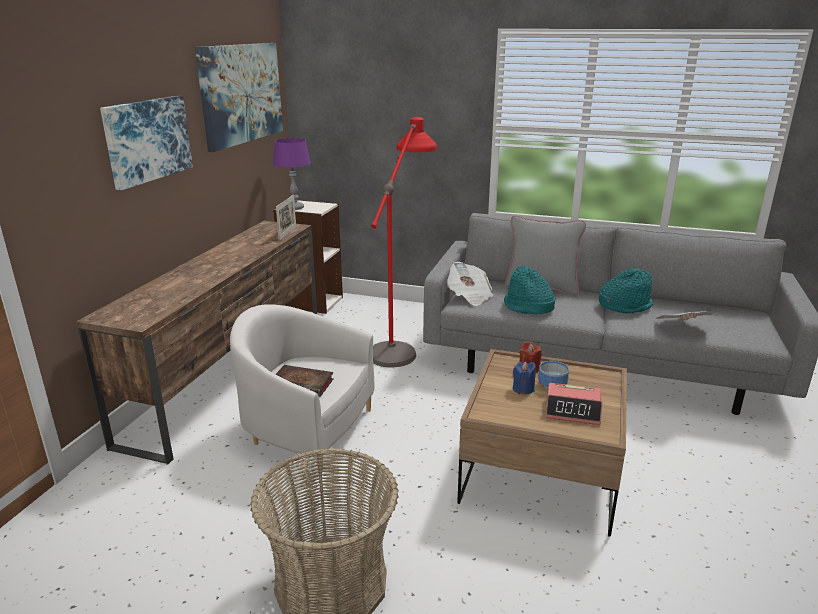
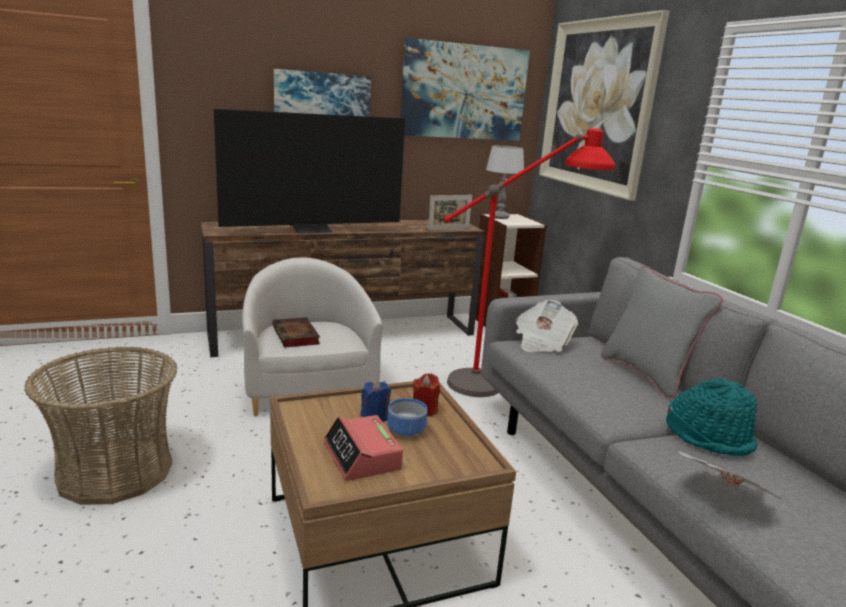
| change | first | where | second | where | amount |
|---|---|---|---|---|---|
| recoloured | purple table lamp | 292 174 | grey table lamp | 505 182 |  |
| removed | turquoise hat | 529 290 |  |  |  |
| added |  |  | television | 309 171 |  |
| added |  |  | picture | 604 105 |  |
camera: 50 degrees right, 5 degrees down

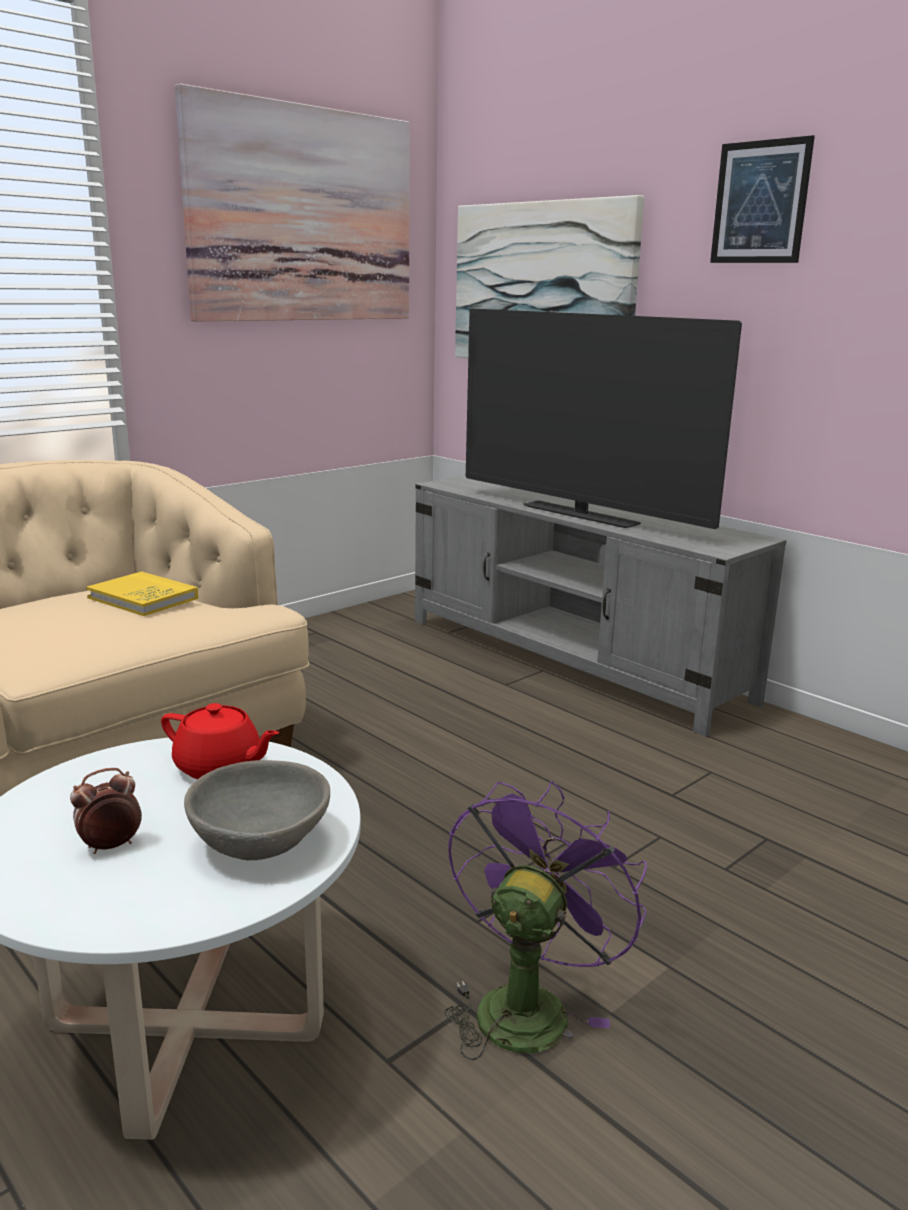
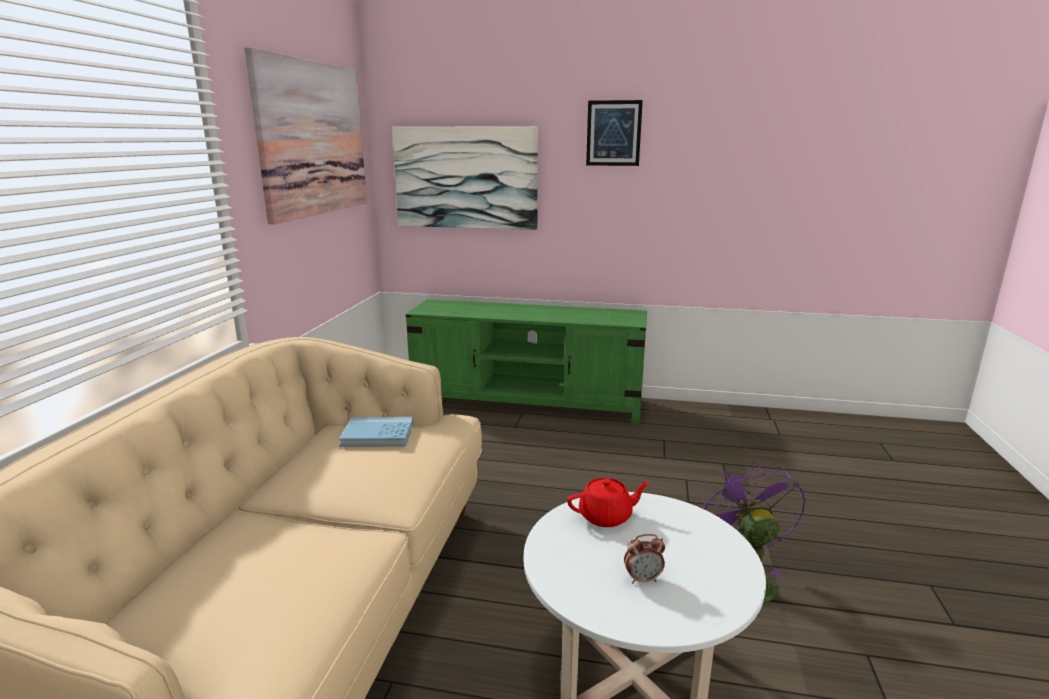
| change | first | where | second | where | amount |
|---|---|---|---|---|---|
| turned | alarm clock | 106 811 |  | 644 559 | 120 degrees counterclockwise |
| recoloured | yellow book | 142 593 | blue book | 376 432 |  |
| removed | grey bowl | 257 810 |  |  |  |
| recoloured | grey tv stand | 601 606 | green tv stand | 526 361 |  |
| removed | television | 604 419 |  |  |  |
camera: 35 degrees left, 0 degrees up

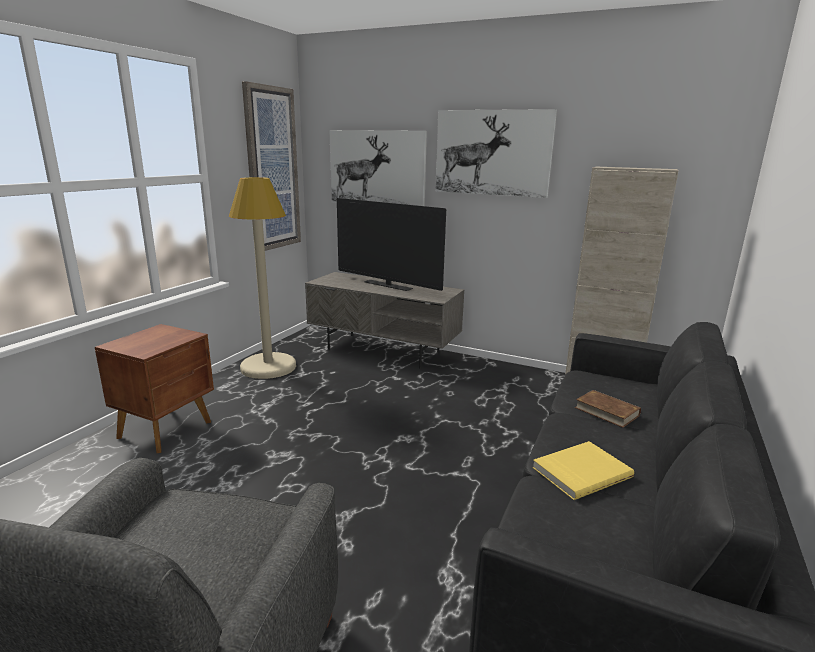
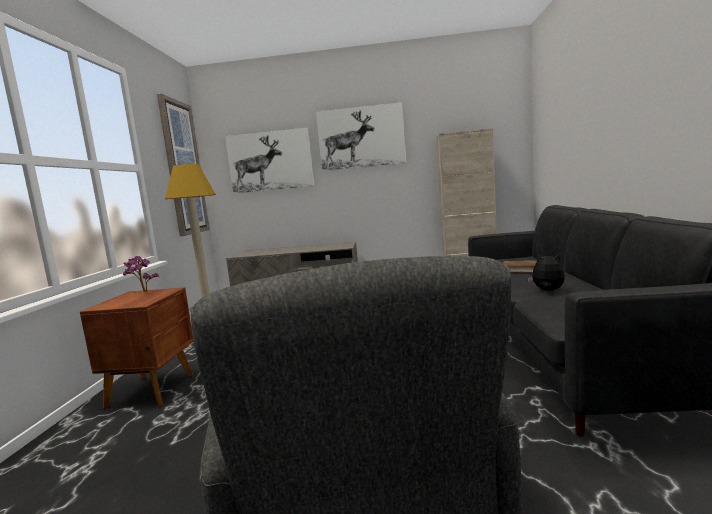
| change | first | where | second | where | amount |
|---|---|---|---|---|---|
| removed | television | 391 244 |  |  |  |
| replaced | yellow book | 583 470 | plush toy | 546 272 |  |
| added |  |  | potted plant | 141 274 |  |
camera: 20 degrees left, 10 degrees down

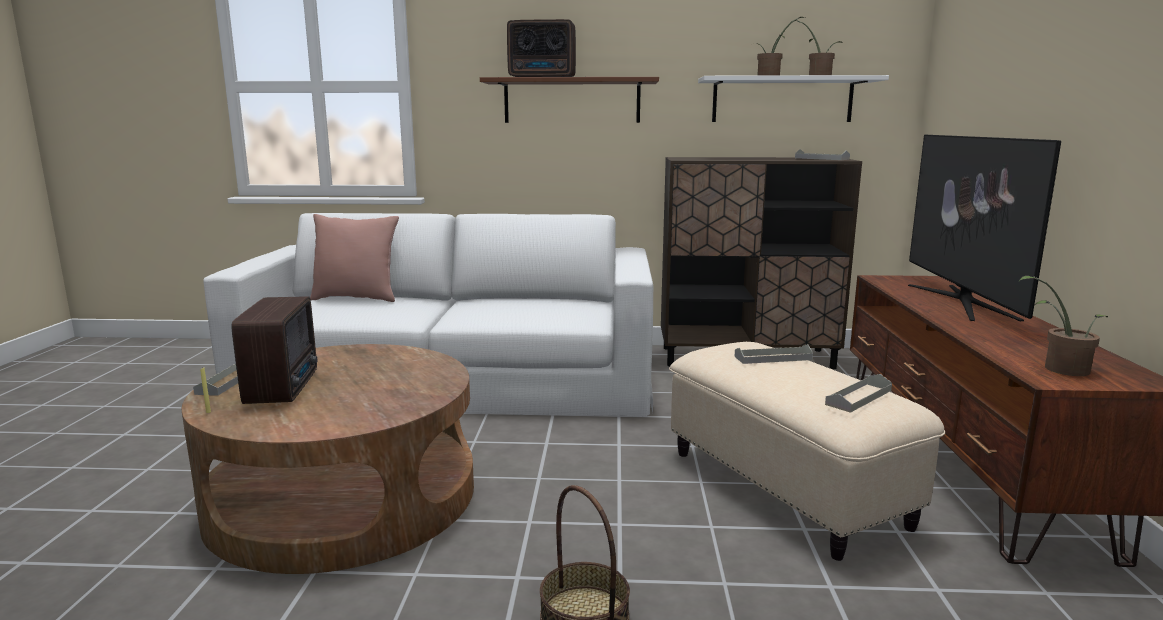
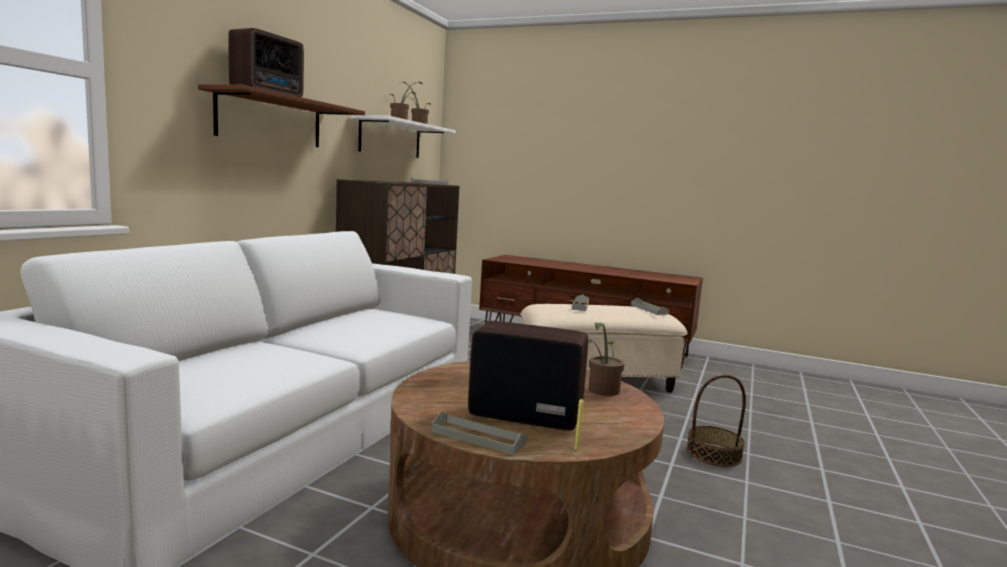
| change | first | where | second | where | amount |
|---|---|---|---|---|---|
| removed | pink pillow | 354 258 |  |  |  |
| removed | television | 984 228 |  |  |  |
| moved | potted plant | 1063 326 |  | 606 359 |  |
camera: 70 degrees left, 5 degrees down

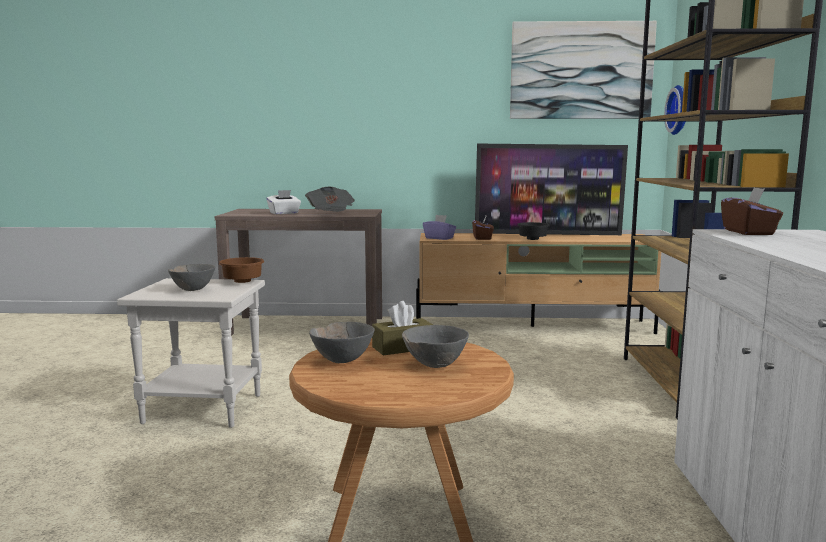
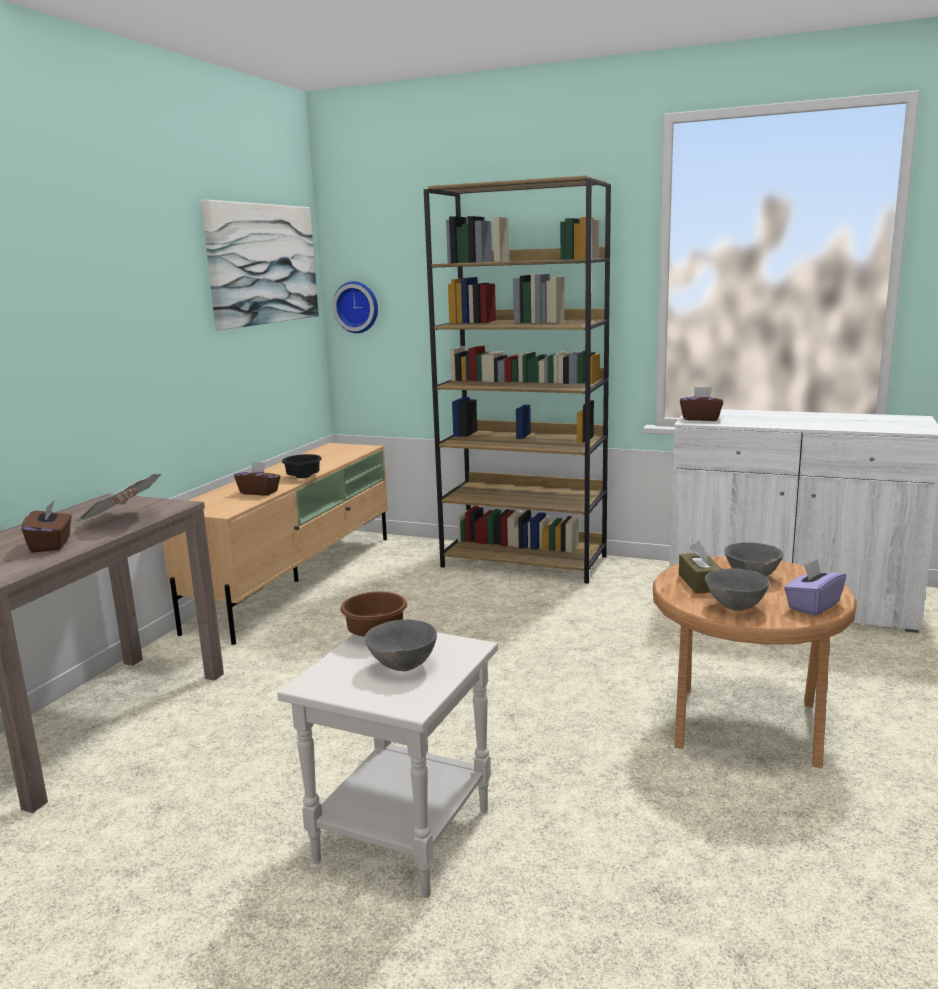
| change | first | where | second | where | amount |
|---|---|---|---|---|---|
| recoloured | white tissue box | 284 202 | brown tissue box | 47 527 |  |
| moved | purple tissue box | 439 227 |  | 815 587 |  |
| removed | television | 551 189 |  |  |  |
camera: 70 degrees left, 5 degrees up

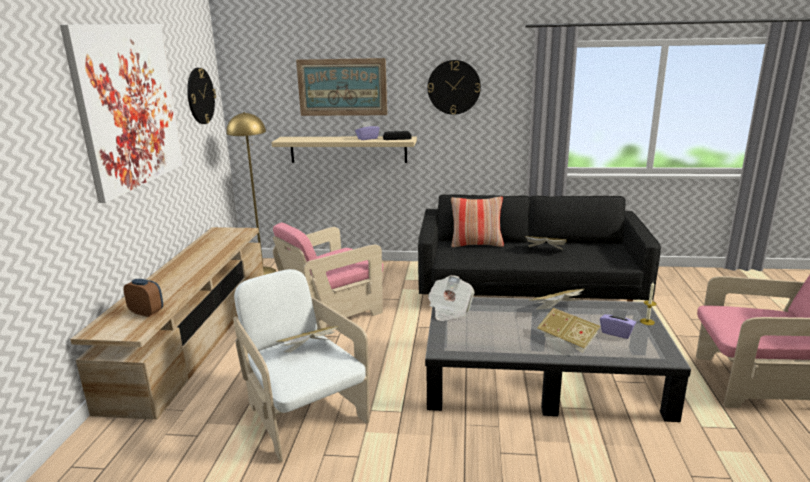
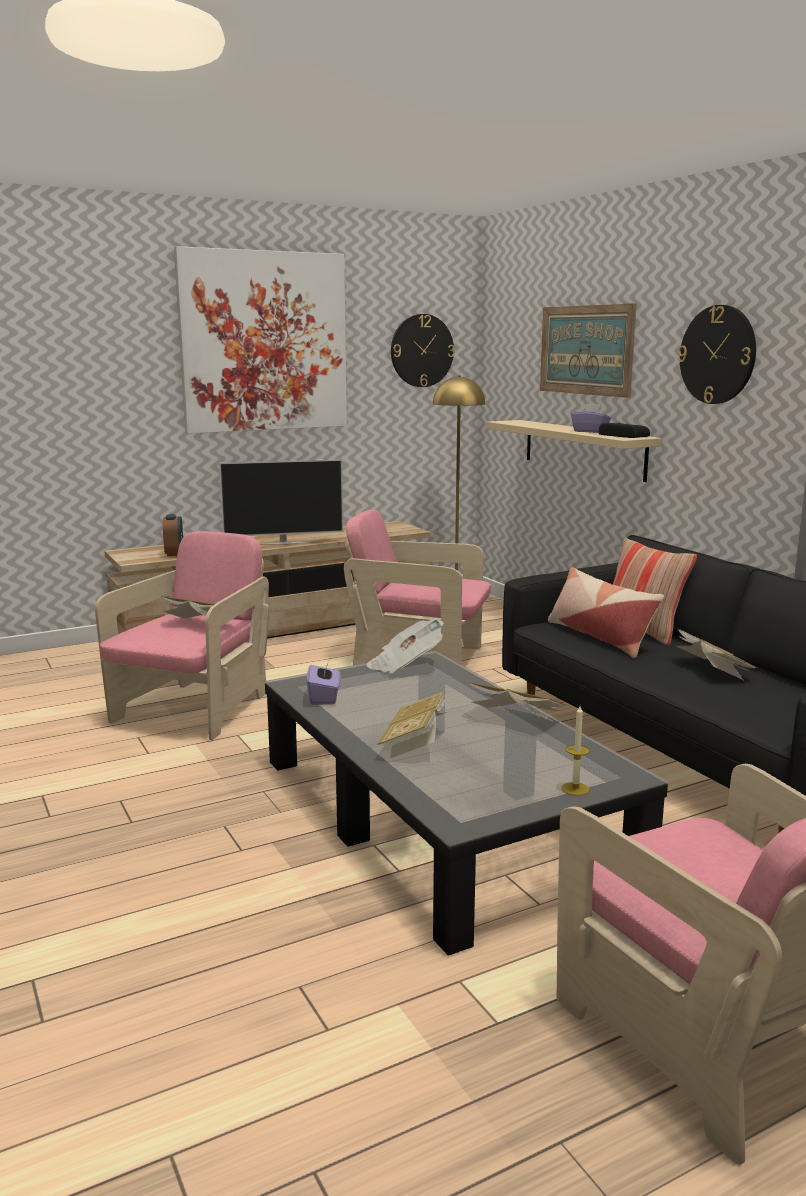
| change | first | where | second | where | amount |
|---|---|---|---|---|---|
| recoloured | white armchair | 301 365 | pink armchair | 182 635 |  |
| moved | purple tissue box | 618 323 |  | 323 683 |  |
| added |  |  | television | 281 502 |  |
| added |  |  | pillow | 606 612 |  |
camera: 55 degrees right, 5 degrees down

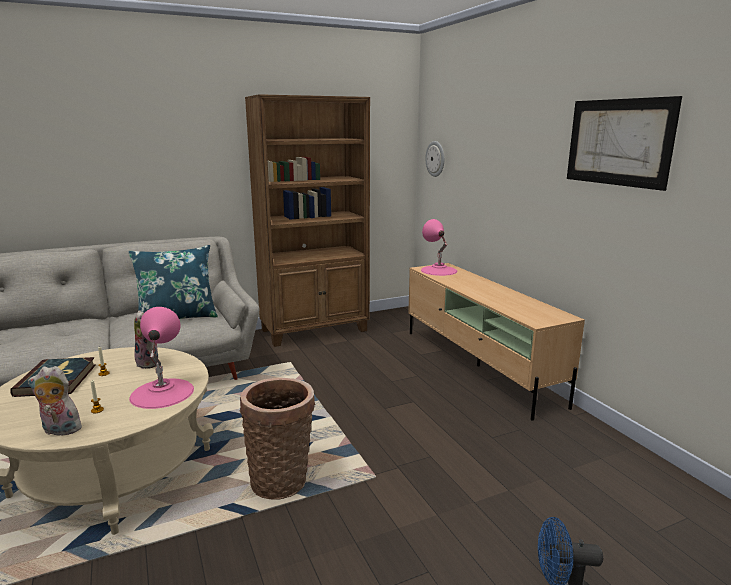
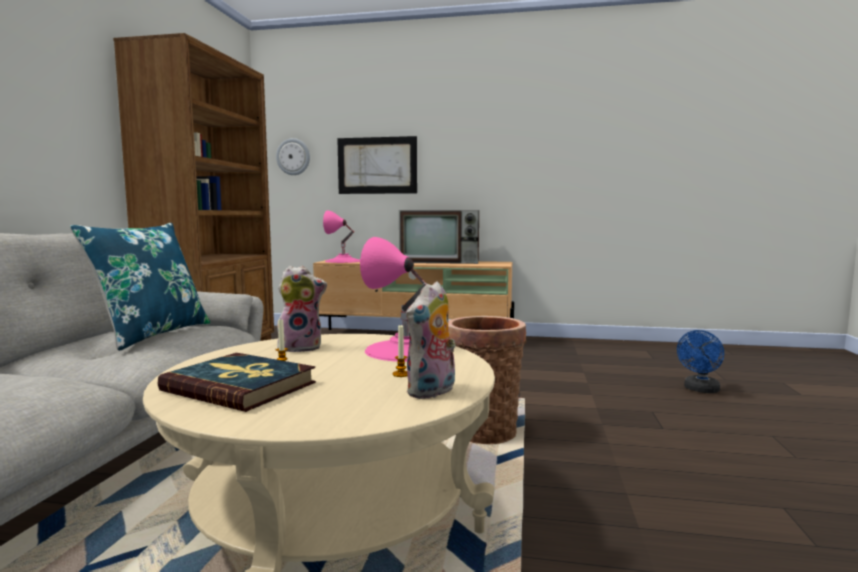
| change | first | where | second | where | amount |
|---|---|---|---|---|---|
| moved | picture | 624 143 |  | 377 165 |  |
| added |  |  | television | 439 237 |  |
camera: 55 degrees left, 10 degrees down

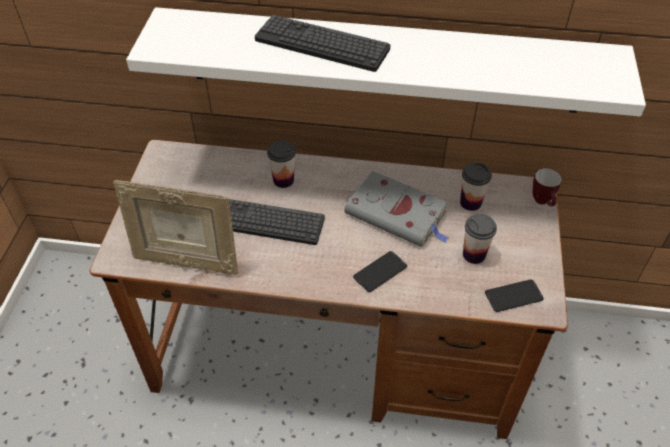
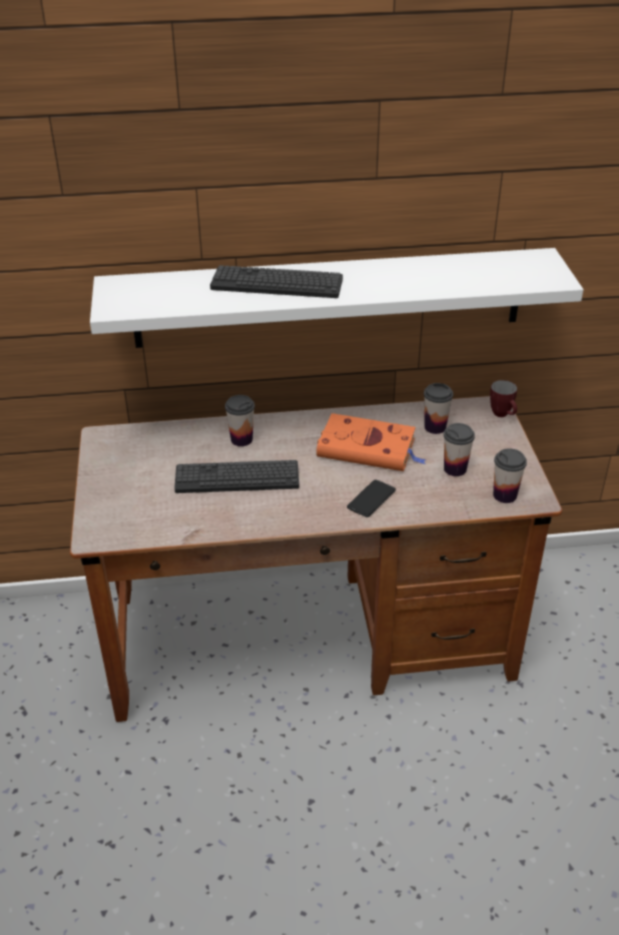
| change | first | where | second | where | amount |
|---|---|---|---|---|---|
| removed | picture frame | 175 227 |  |  |  |
| recoloured | grey book | 396 209 | orange book | 371 442 |  |
| replaced | phone | 514 295 | cup | 510 475 |  |
camera: 15 degrees left, 10 degrees down

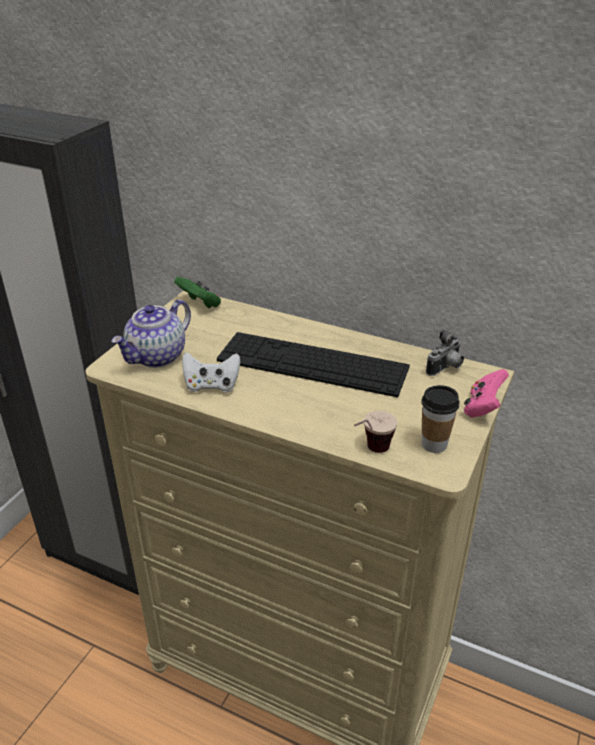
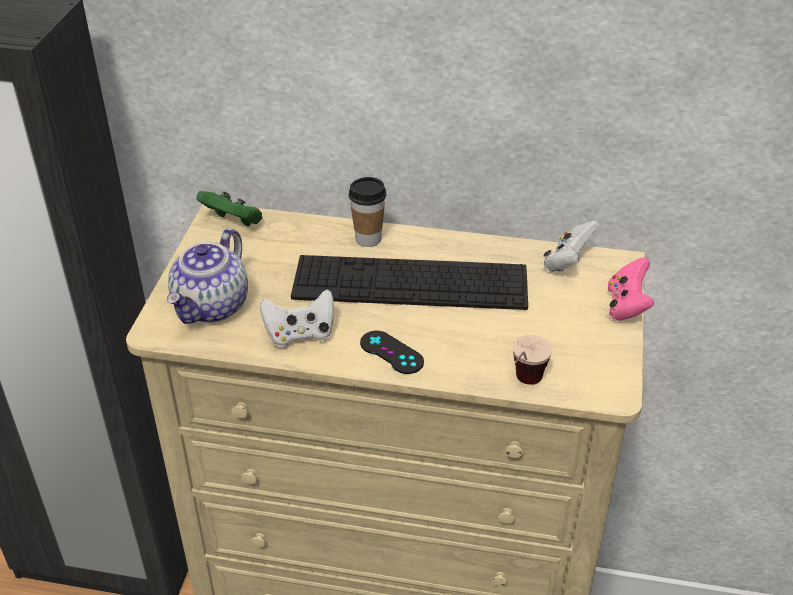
| change | first | where | second | where | amount |
|---|---|---|---|---|---|
| moved | cup | 440 419 |  | 367 212 |  |
| replaced | photo camera | 445 352 | white game controller | 572 246 |  |
| added |  |  | black game controller | 392 352 |  |
camera: 15 degrees left, 5 degrees up

